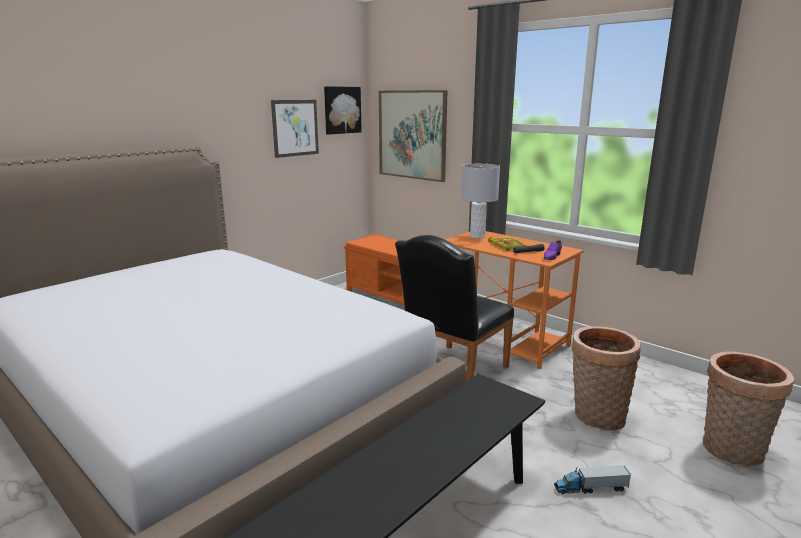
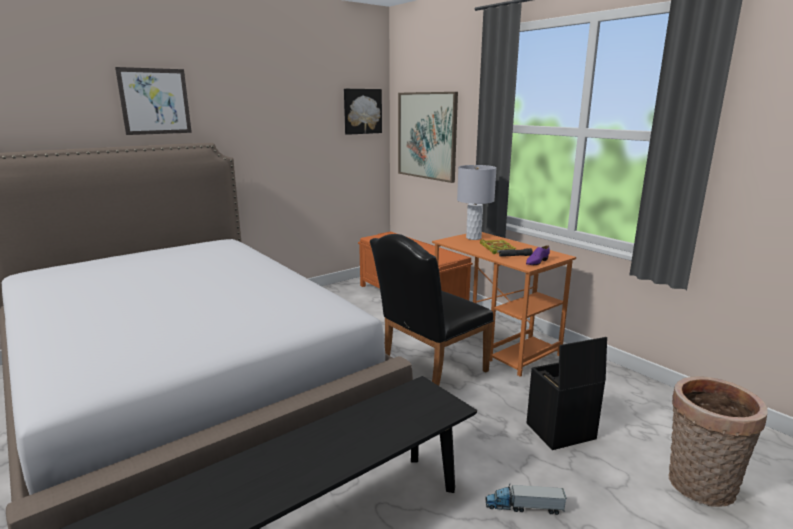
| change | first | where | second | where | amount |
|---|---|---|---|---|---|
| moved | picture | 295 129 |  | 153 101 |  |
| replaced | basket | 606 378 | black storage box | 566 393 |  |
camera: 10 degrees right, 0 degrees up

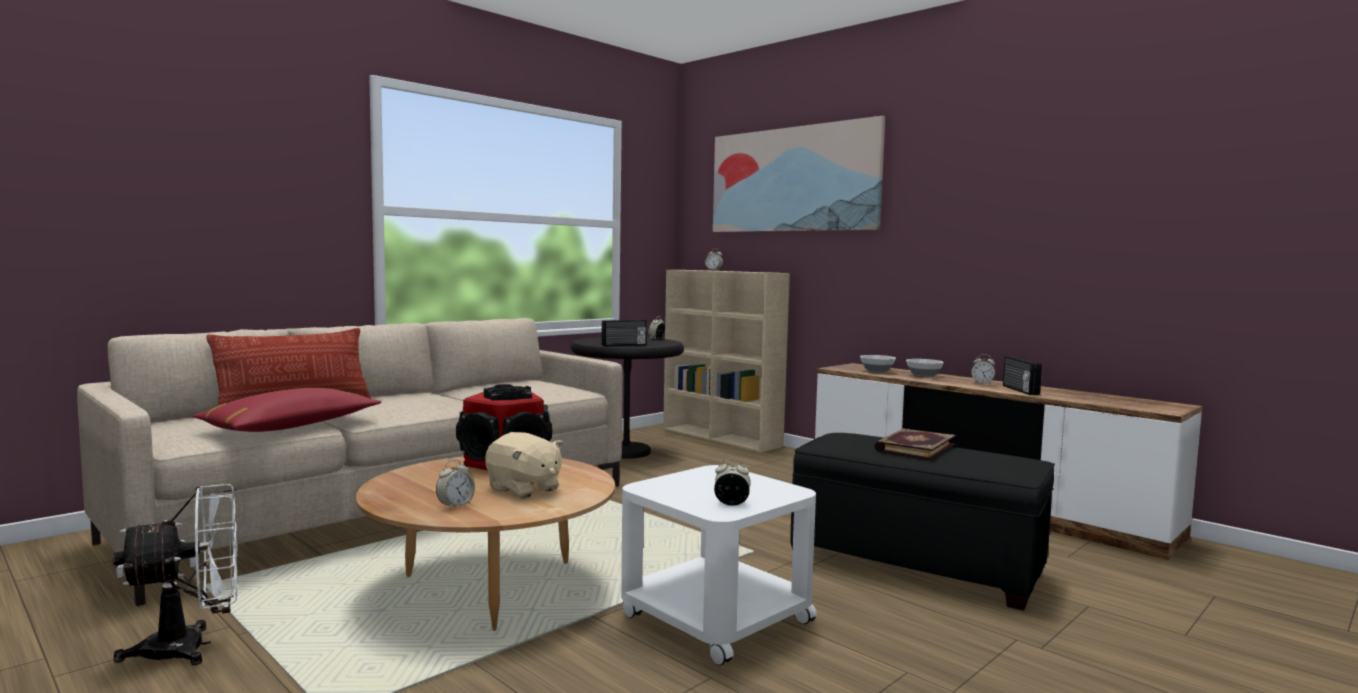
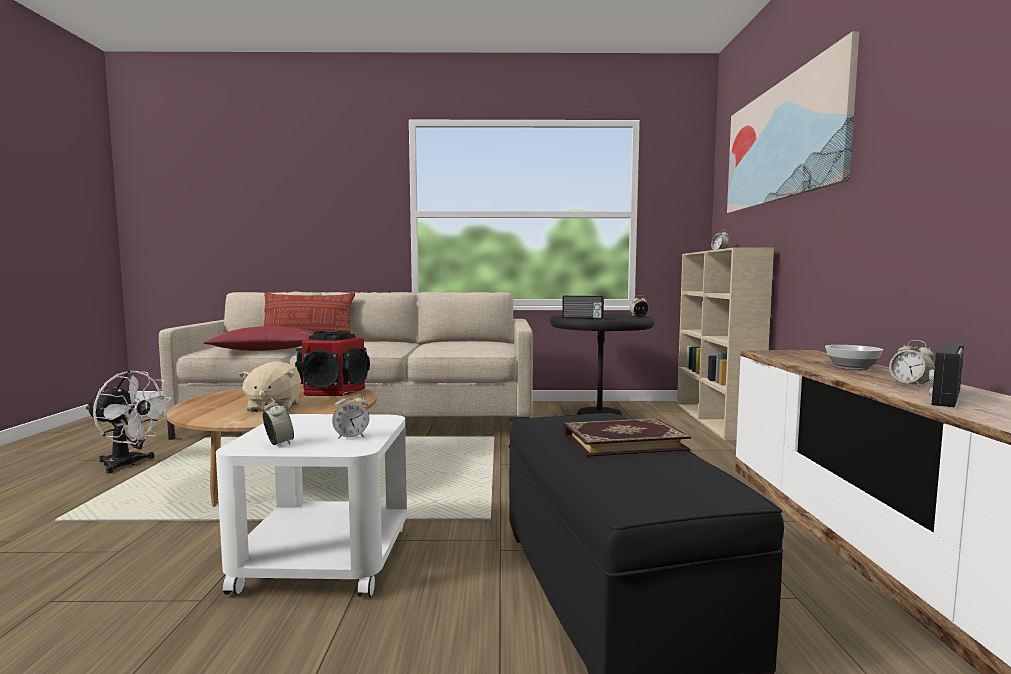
| change | first | where | second | where | amount |
|---|---|---|---|---|---|
| moved | alarm clock | 455 484 |  | 350 415 |  |
| removed | bowl | 878 364 |  |  |  |
camera: 45 degrees right, 0 degrees up

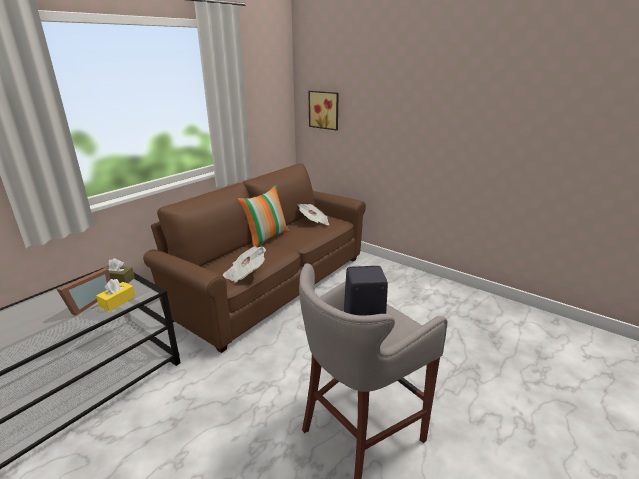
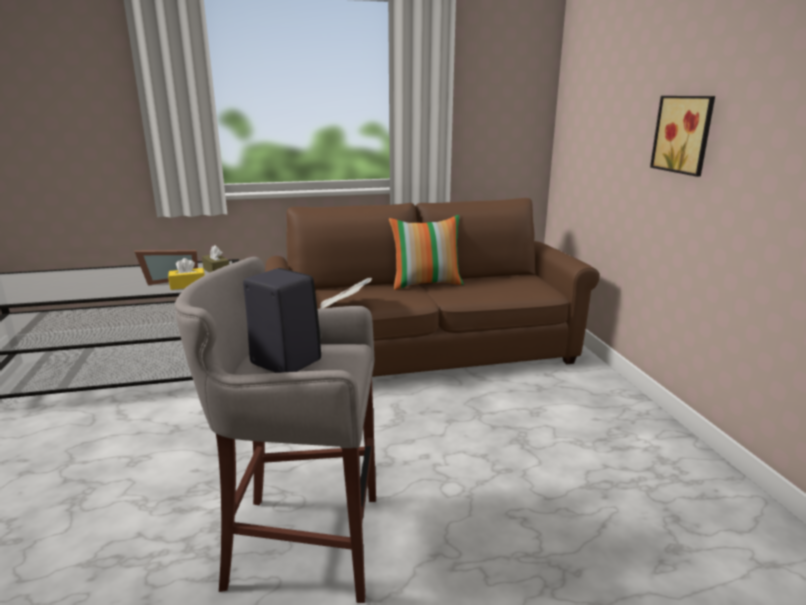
| change | first | where | second | where | amount |
|---|---|---|---|---|---|
| removed | newspaper | 313 214 |  |  |  |
| moved | picture | 323 111 |  | 682 136 |  |
camera: 40 degrees right, 5 degrees down

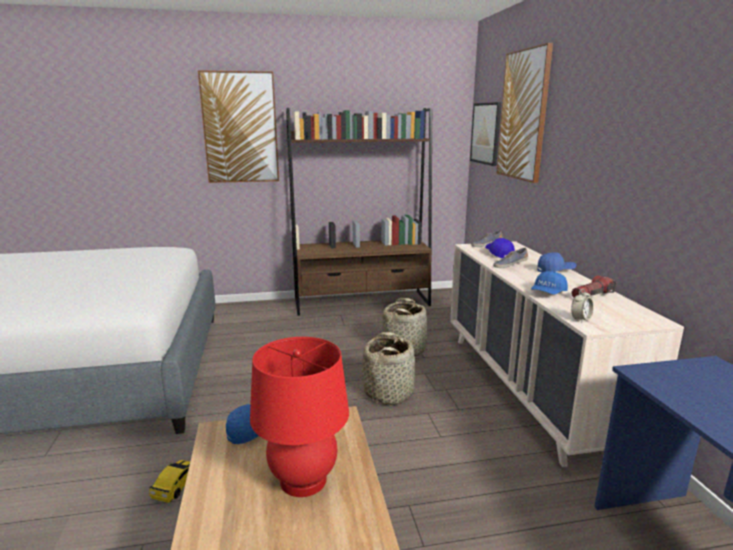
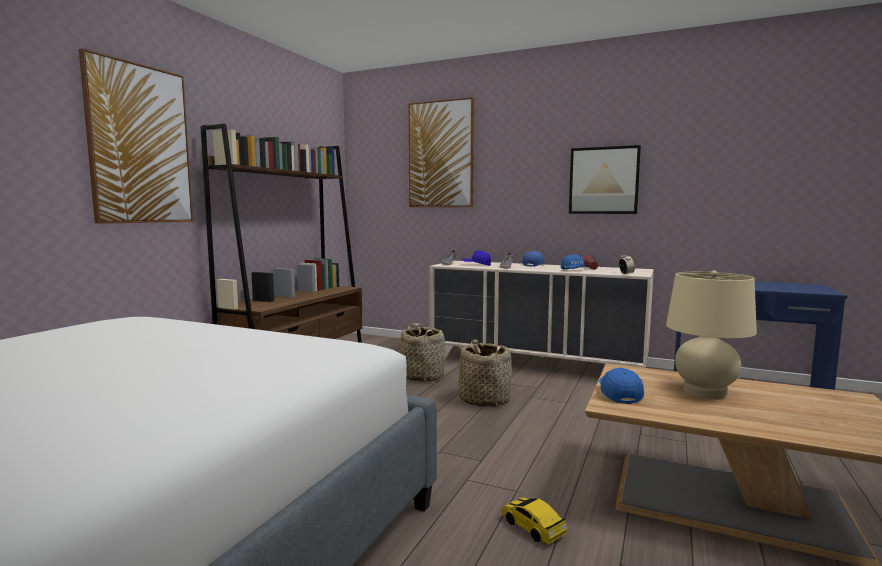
| change | first | where | second | where | amount |
|---|---|---|---|---|---|
| recoloured | red table lamp | 299 417 | beige table lamp | 711 335 |  |
| moved | picture | 485 134 |  | 605 179 |  |
camera: 55 degrees left, 10 degrees down

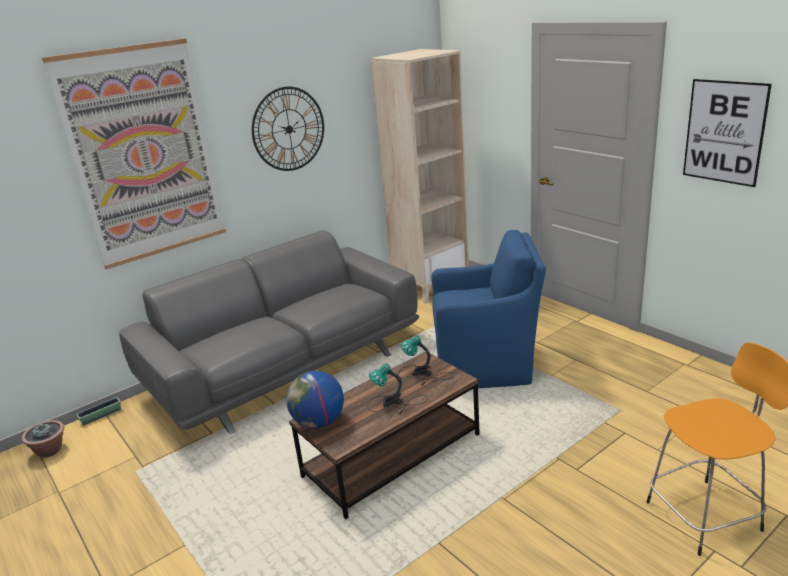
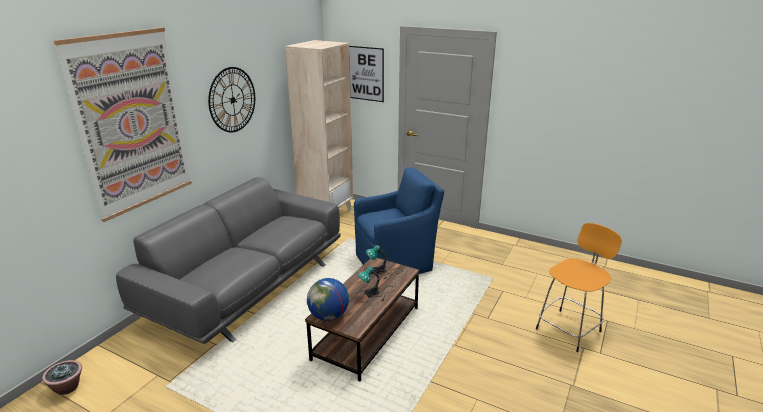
| change | first | where | second | where | amount |
|---|---|---|---|---|---|
| removed | planter | 98 411 |  |  |  |
| moved | picture | 727 133 |  | 366 74 |  |
camera: 25 degrees left, 0 degrees up

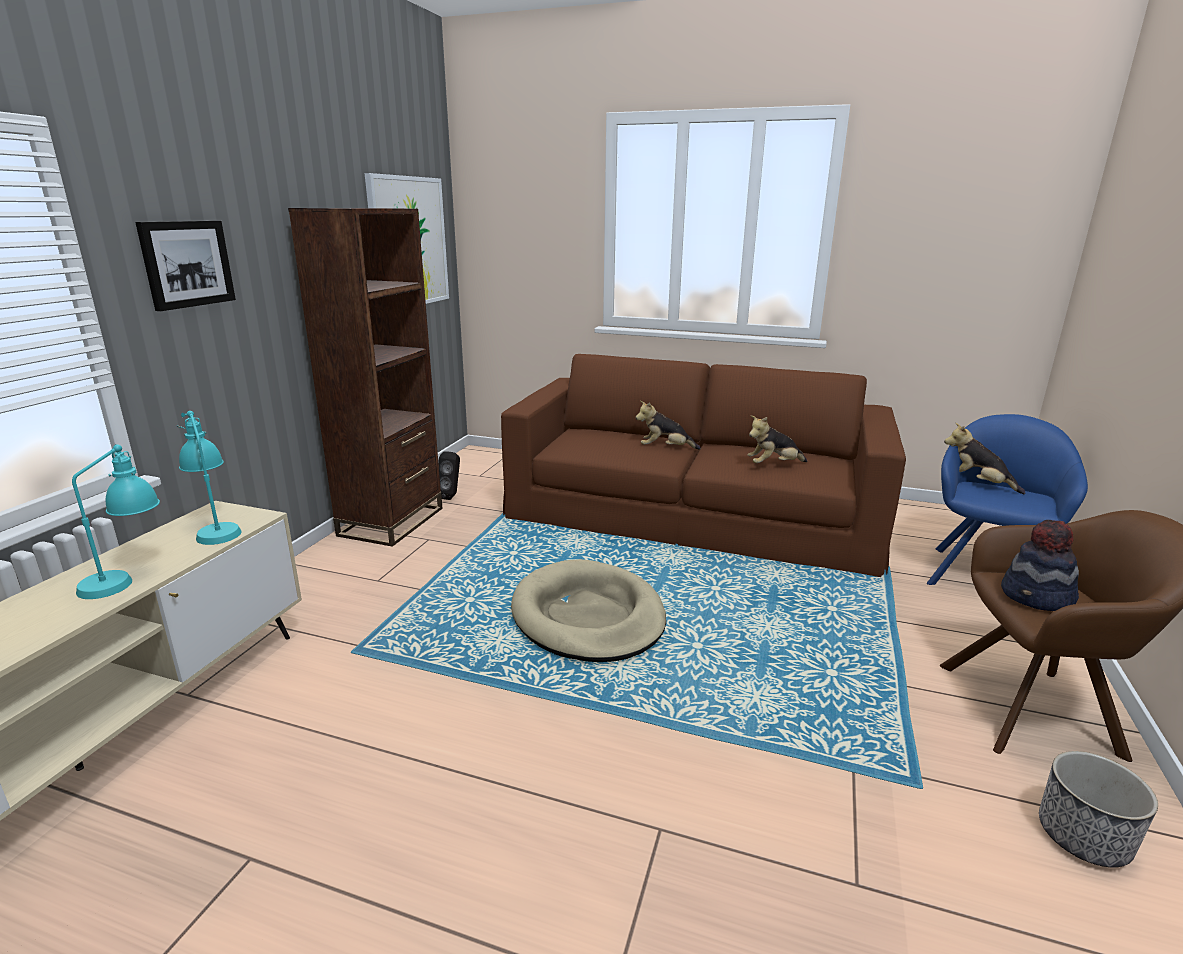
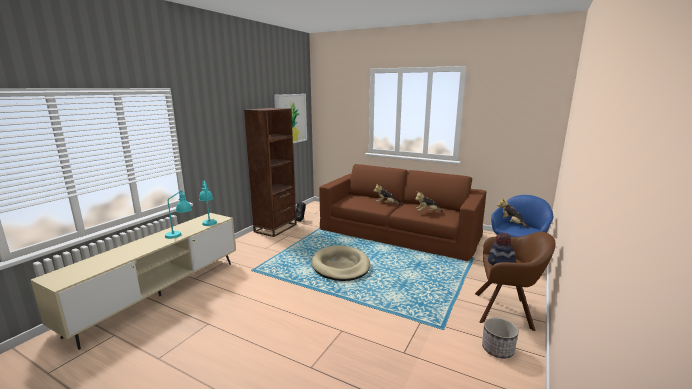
| change | first | where | second | where | amount |
|---|---|---|---|---|---|
| removed | picture | 185 265 |  |  |  |
camera: 10 degrees right, 5 degrees down

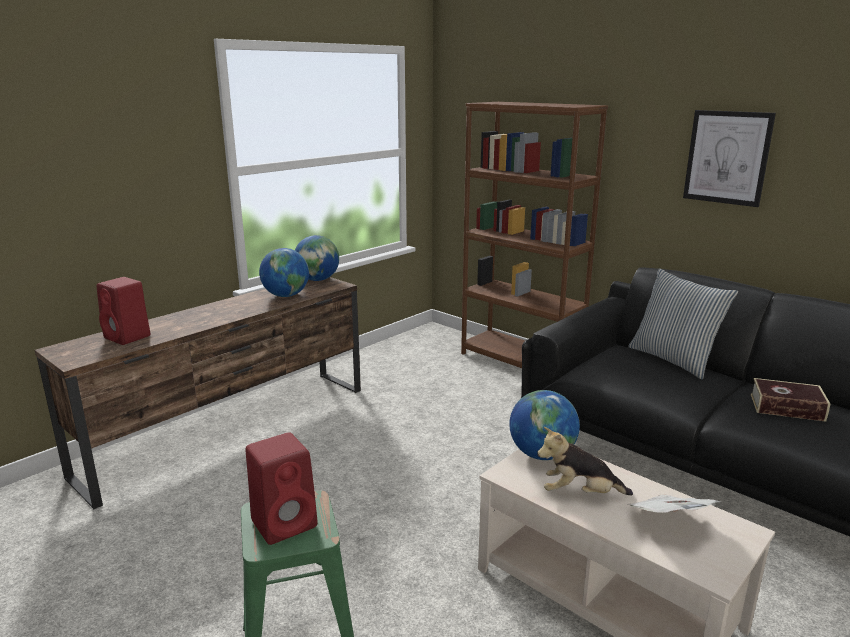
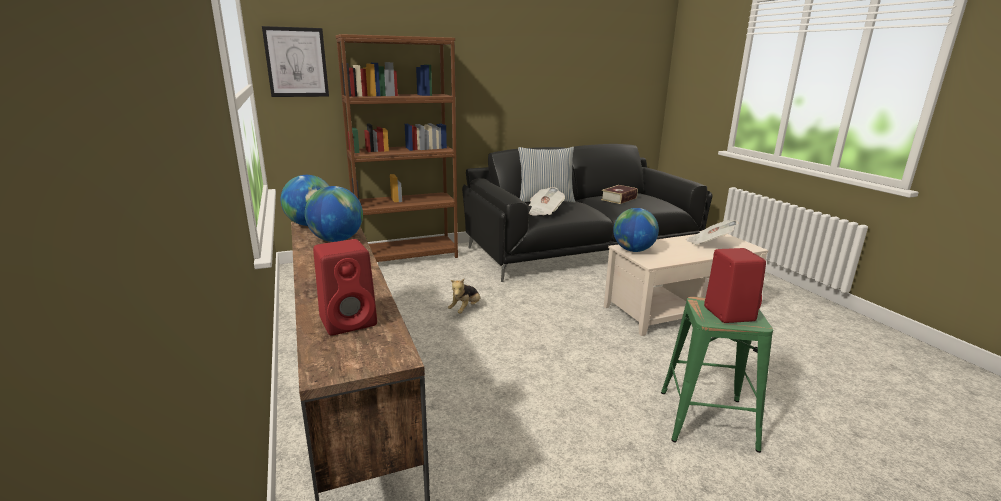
| change | first | where | second | where | amount |
|---|---|---|---|---|---|
| moved | plush toy | 585 461 |  | 464 296 |  |
| moved | picture | 729 158 |  | 295 61 |  |
| added |  |  | newspaper | 547 201 |  |
camera: 65 degrees left, 0 degrees up

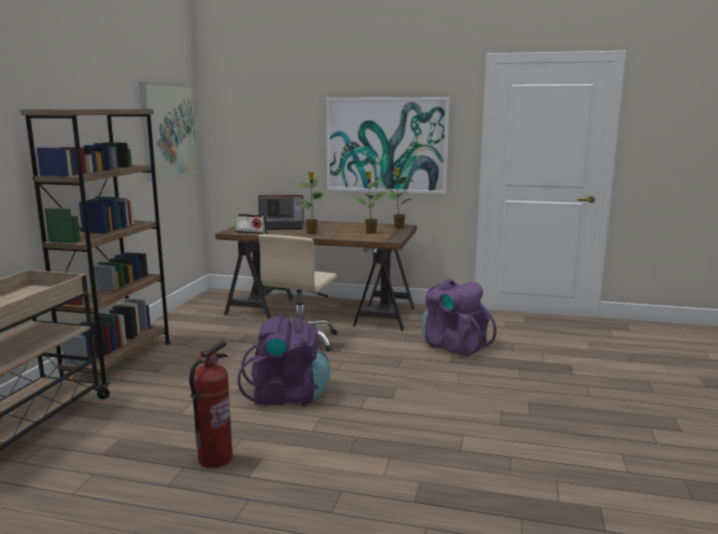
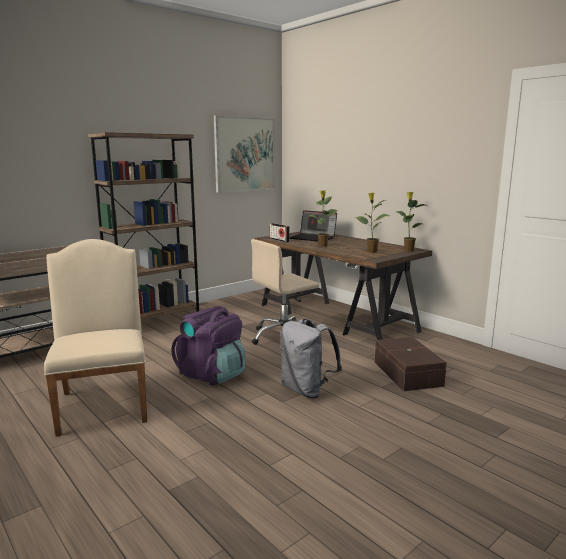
| change | first | where | second | where | amount |
|---|---|---|---|---|---|
| replaced | fire extinguisher | 211 404 | beige chair | 95 338 |  |
| removed | picture | 388 145 |  |  |  |
| replaced | purple backpack | 459 318 | brown storage box | 411 364 |  |
| added |  |  | grey backpack | 311 358 |  |
camera: 35 degrees right, 0 degrees up

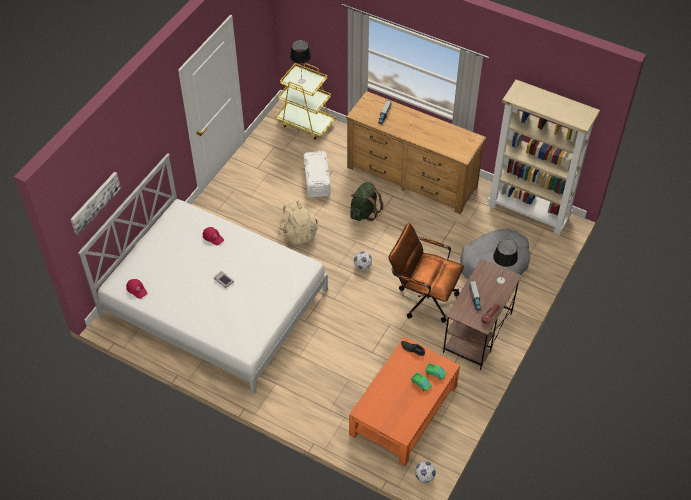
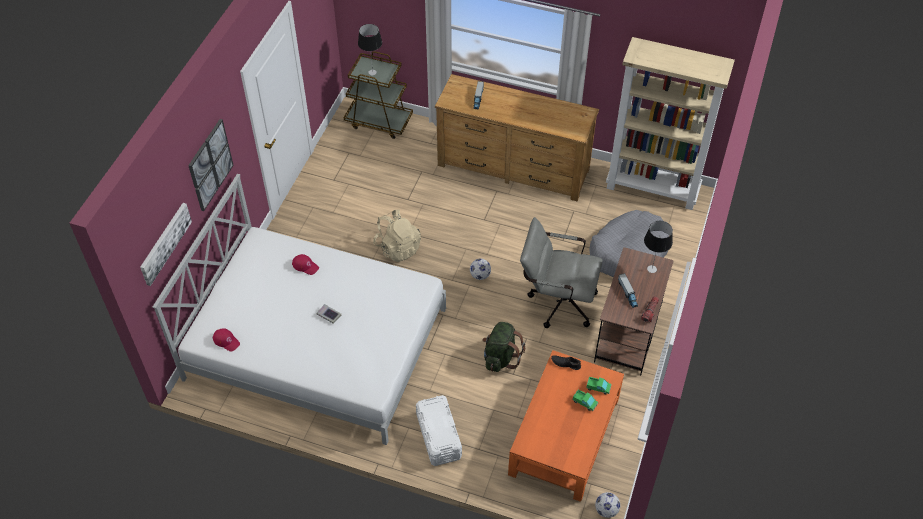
| change | first | where | second | where | amount |
|---|---|---|---|---|---|
| recoloured | yellow cart | 305 101 | brown cart | 378 95 |  |
| moved | white storage box | 317 174 |  | 439 430 |  |
| moved | green backpack | 366 201 |  | 503 347 |  |
| recoloured | brown office chair | 426 273 | grey office chair | 561 272 |  |
| added |  |  | picture | 210 165 |  |
camera: 10 degrees left, 0 degrees up

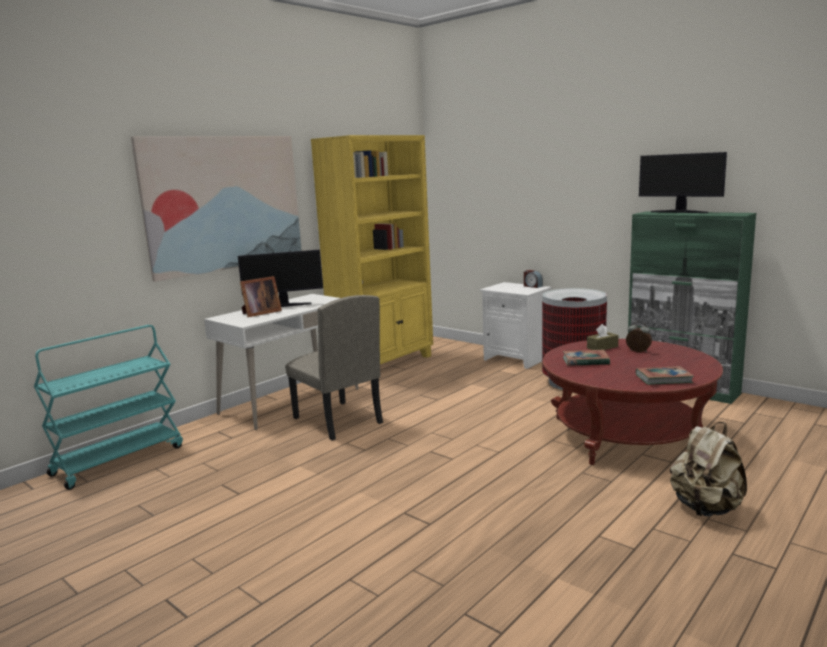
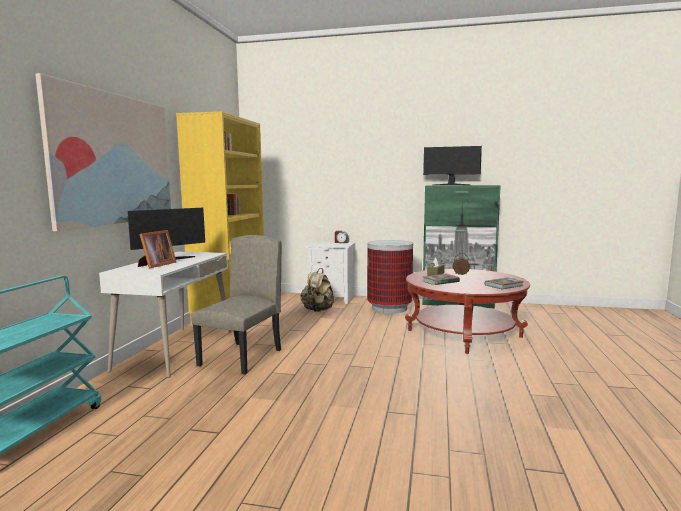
| change | first | where | second | where | amount |
|---|---|---|---|---|---|
| turned | beige chair | 334 367 |  | 236 305 | 90 degrees counterclockwise |
| moved | beige backpack | 708 469 |  | 317 290 |  |
camera: 30 degrees left, 5 degrees down

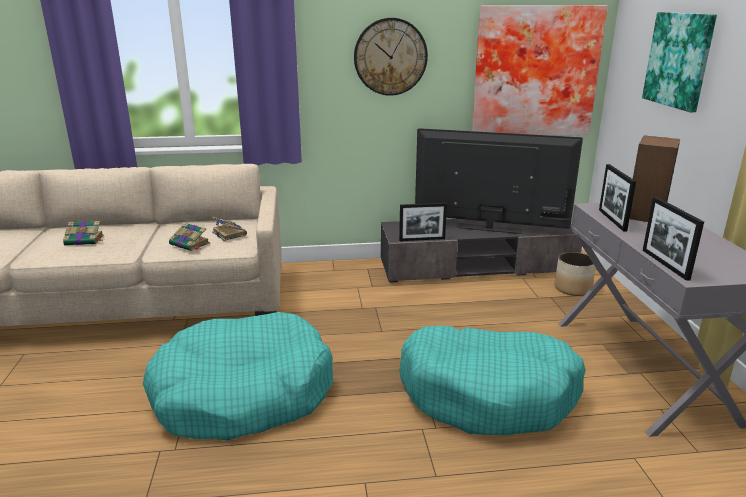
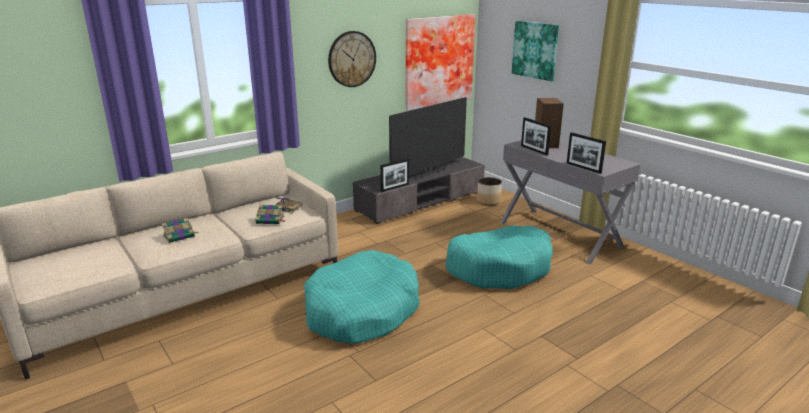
| change | first | where | second | where | amount |
|---|---|---|---|---|---|
| turned | television | 499 181 |  | 428 138 | 150 degrees clockwise |
camera: 30 degrees left, 0 degrees up

